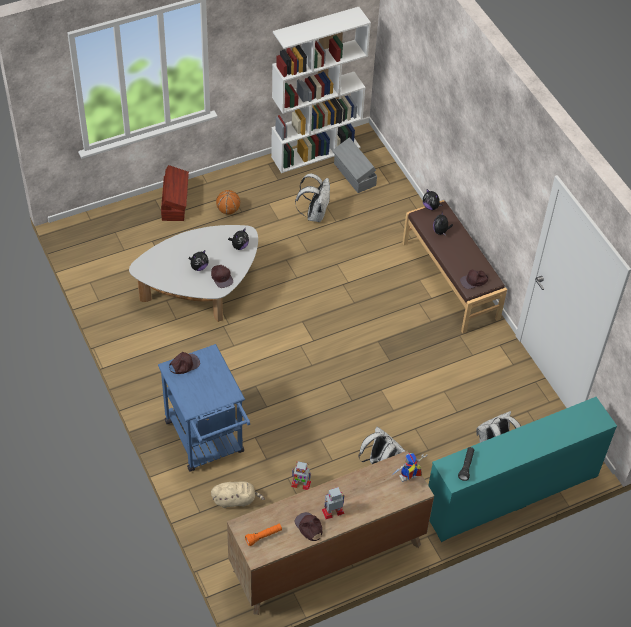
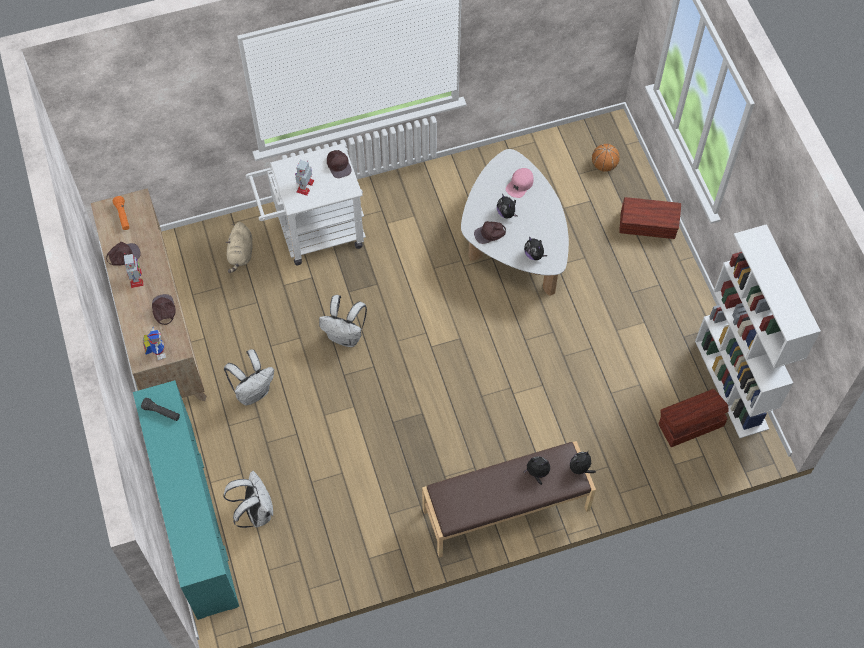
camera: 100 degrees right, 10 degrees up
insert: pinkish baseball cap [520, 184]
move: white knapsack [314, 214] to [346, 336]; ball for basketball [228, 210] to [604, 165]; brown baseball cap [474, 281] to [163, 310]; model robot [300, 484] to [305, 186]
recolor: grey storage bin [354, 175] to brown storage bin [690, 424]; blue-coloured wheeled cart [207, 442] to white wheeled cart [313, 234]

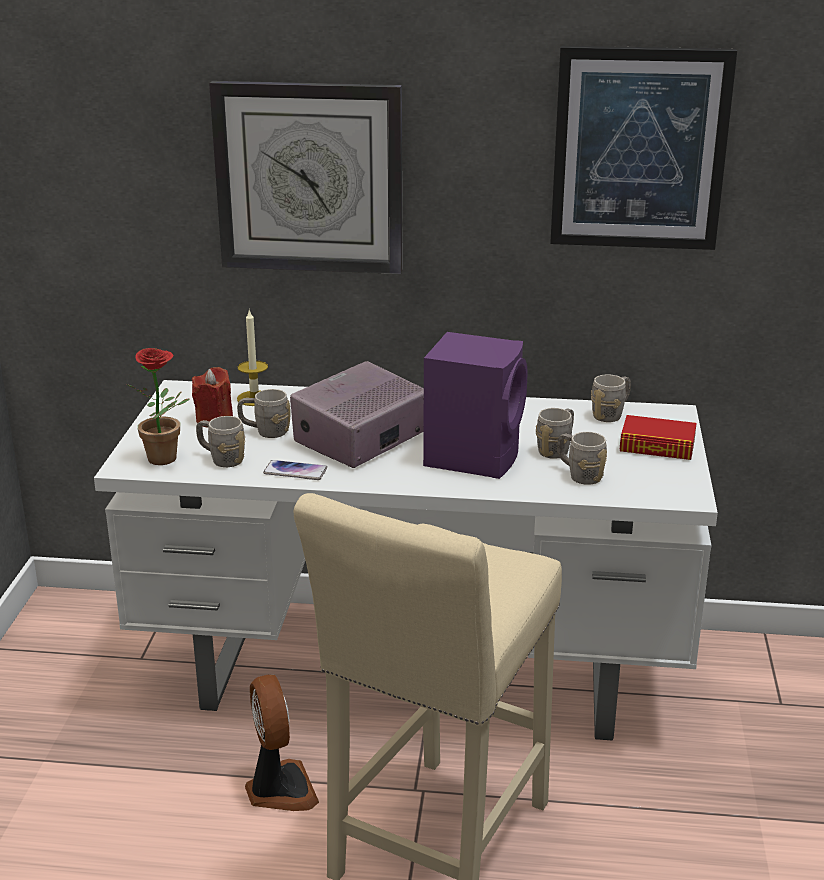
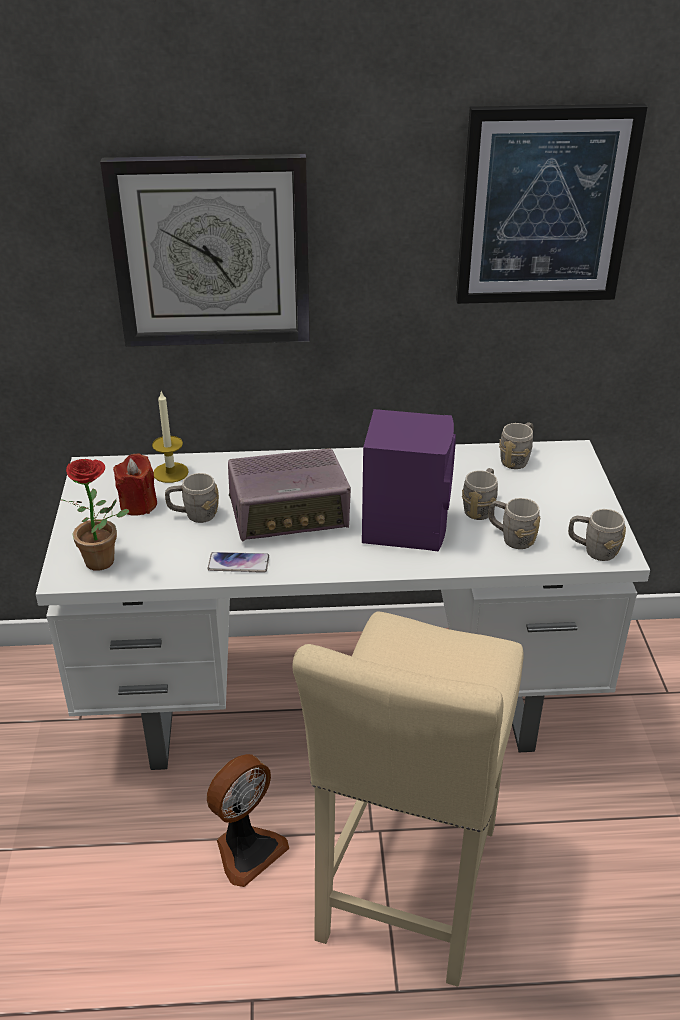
camera: 10 degrees left, 10 degrees up
delete: volume [657, 446]
move: grey coffee mug [221, 459] to [593, 550]
rotate: radio [359, 439] = [289, 514] 135 degrees counterclockwise; cooling fan [279, 789] = [247, 849] 75 degrees clockwise

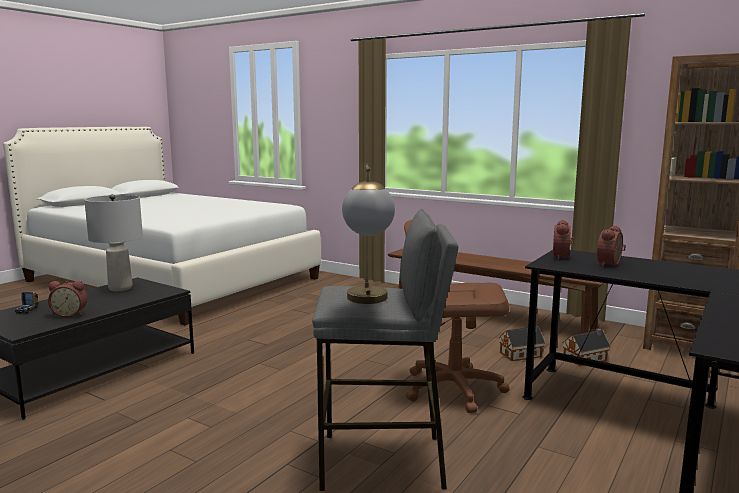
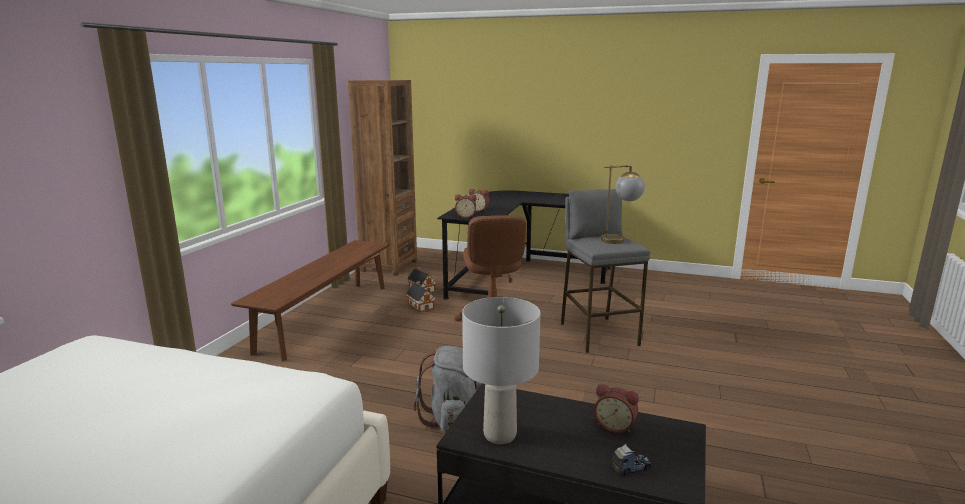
camera: 105 degrees left, 5 degrees up
insert: grey knapsack [453, 420]
rotate: table clock [70, 314] = [615, 426] 135 degrees clockwise

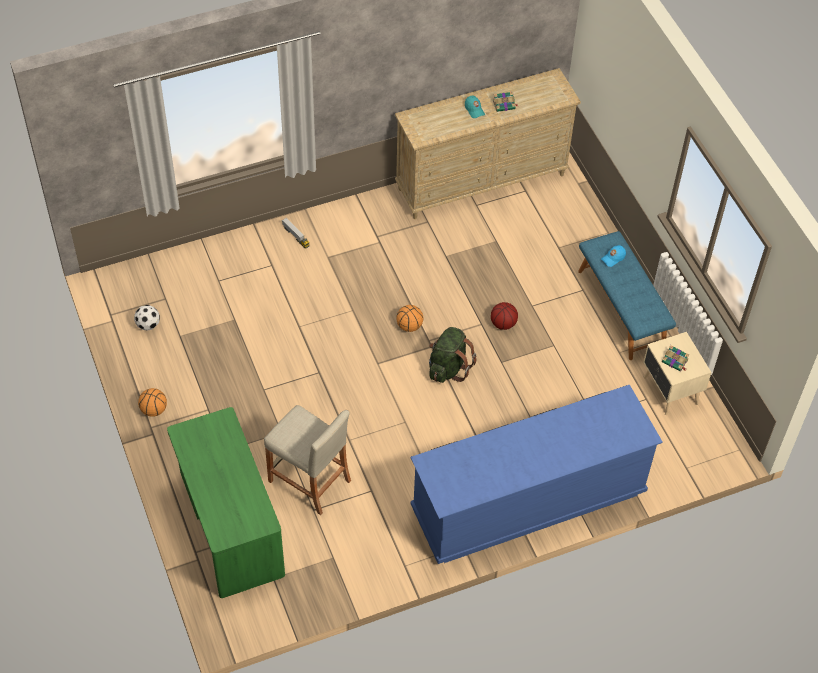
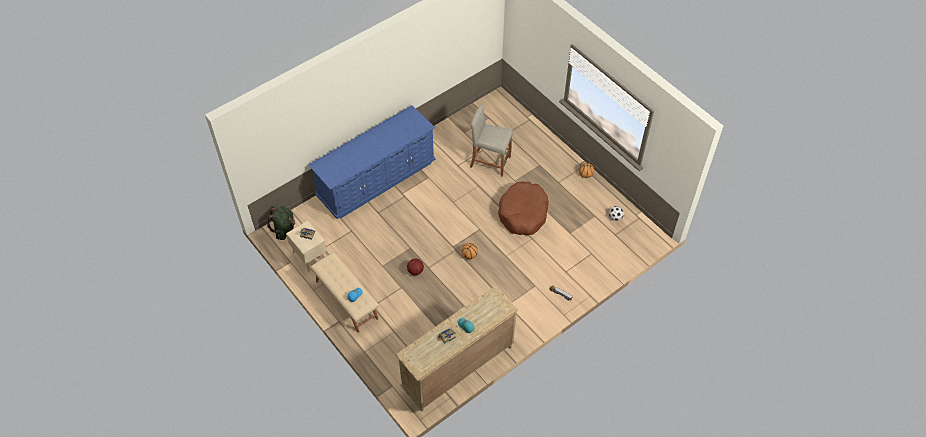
camera: 165 degrees right, 0 degrees up
delete: greenish desk [229, 525]
insert: brown pet bed [523, 213]
move: greenish knapsack [448, 368] to [284, 229]
recolor: blue-coloured long seat [621, 309] to sand-coloured long seat [346, 300]

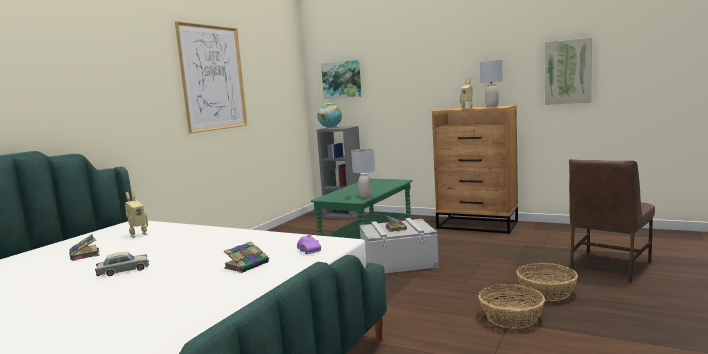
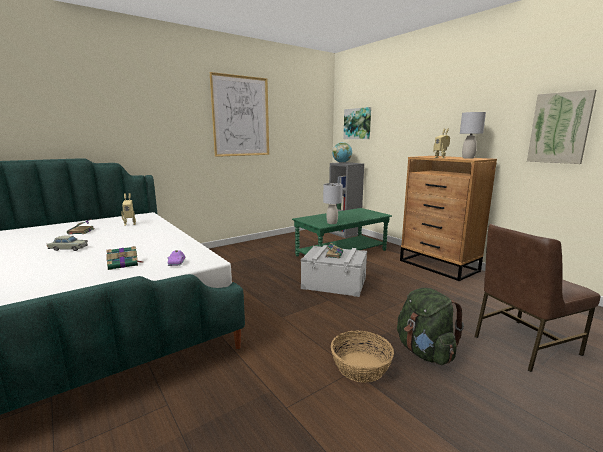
camera: 25 degrees right, 5 degrees up
replace: basket [547, 292] to greenish knapsack [425, 352]

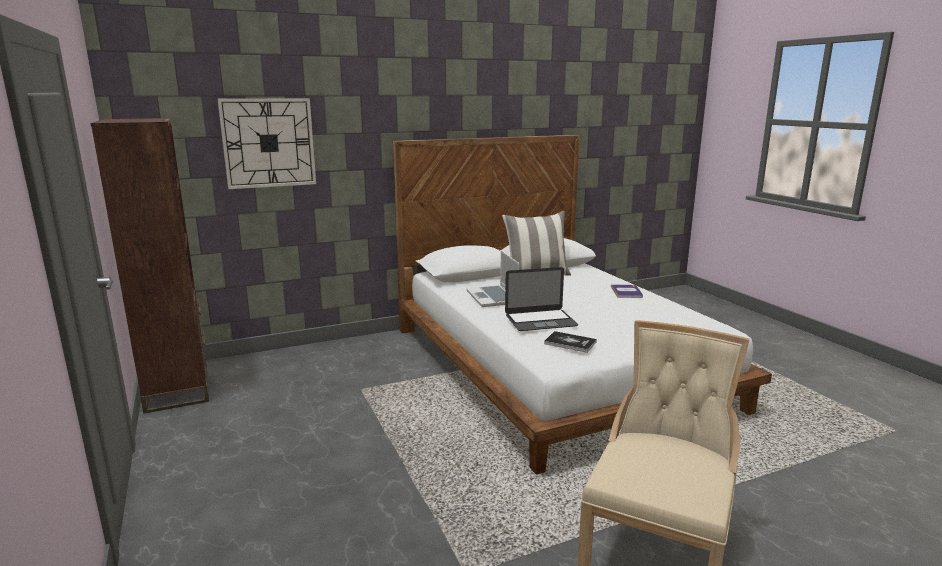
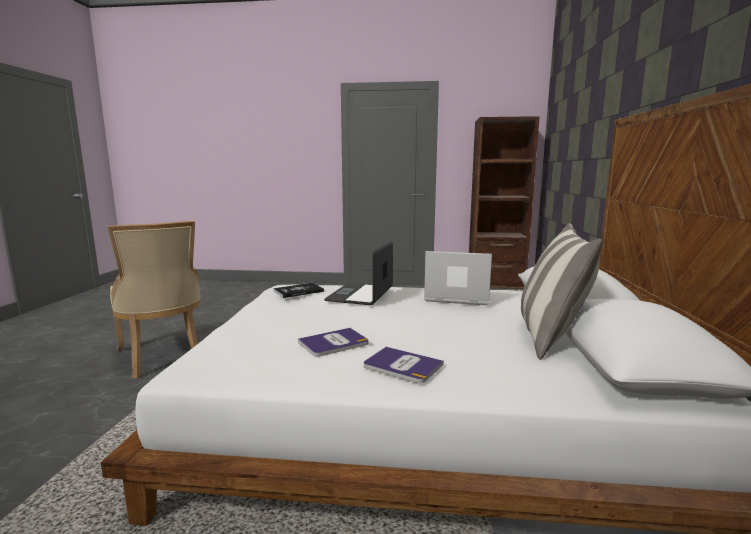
camera: 120 degrees right, 5 degrees down
delete: wall clock [268, 143]
insert: volume [334, 343]

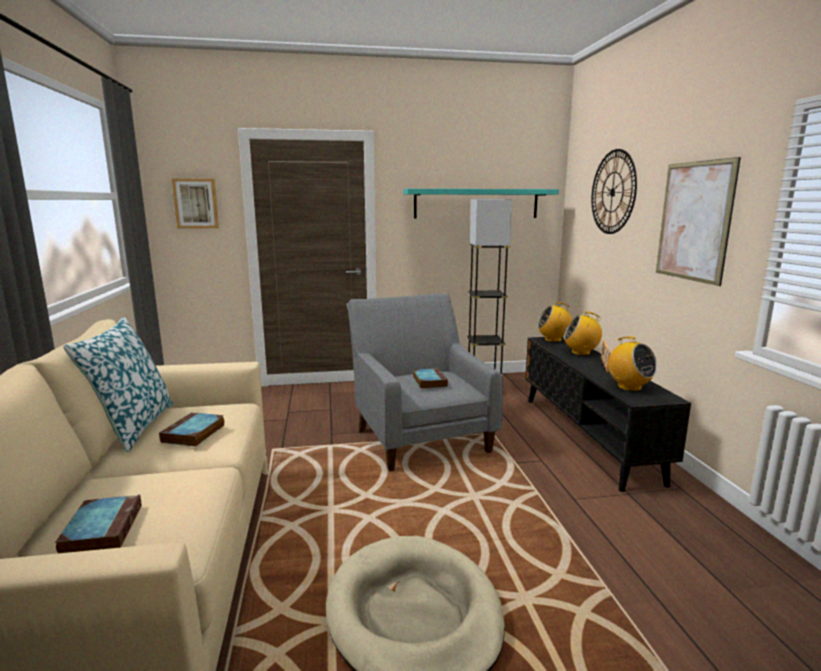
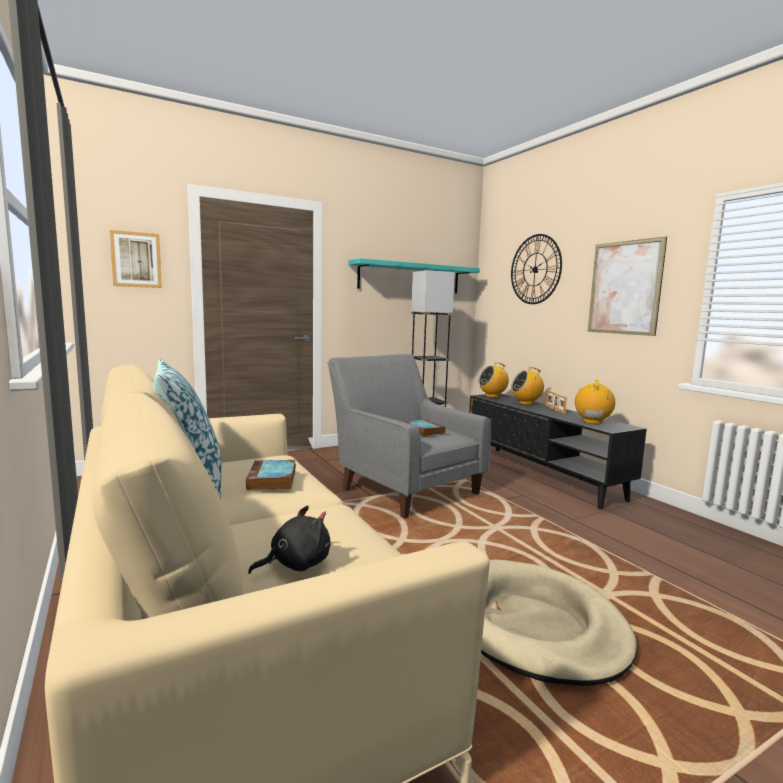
camera: 20 degrees left, 5 degrees down
replace: volume [102, 529] to black-coloured cuddly toy [296, 564]
rotate: radio [629, 387] = [592, 422] 105 degrees counterclockwise

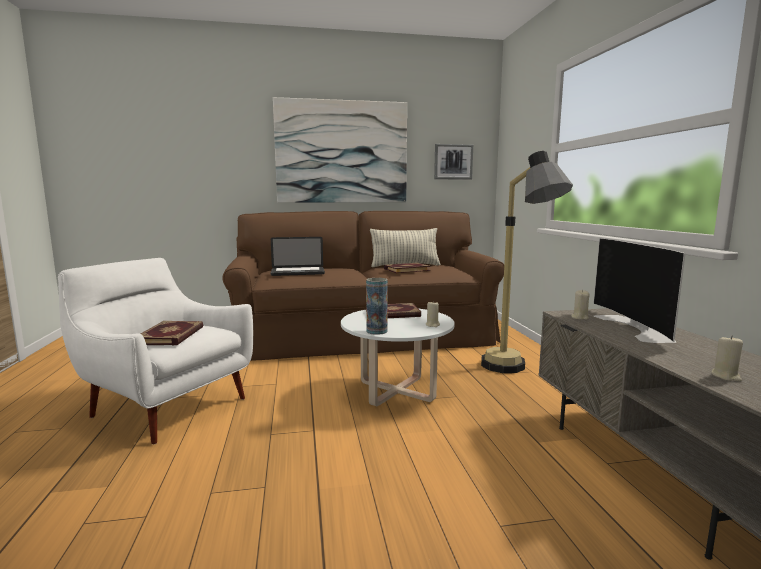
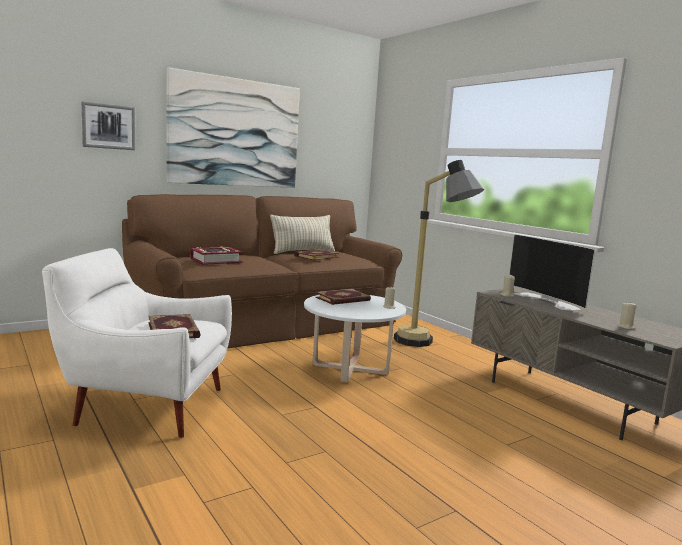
camera: 25 degrees left, 0 degrees up
delete: vase [377, 331]
move: wall art [453, 162] to [108, 126]
replace: portable computer [297, 272] to volume [216, 260]

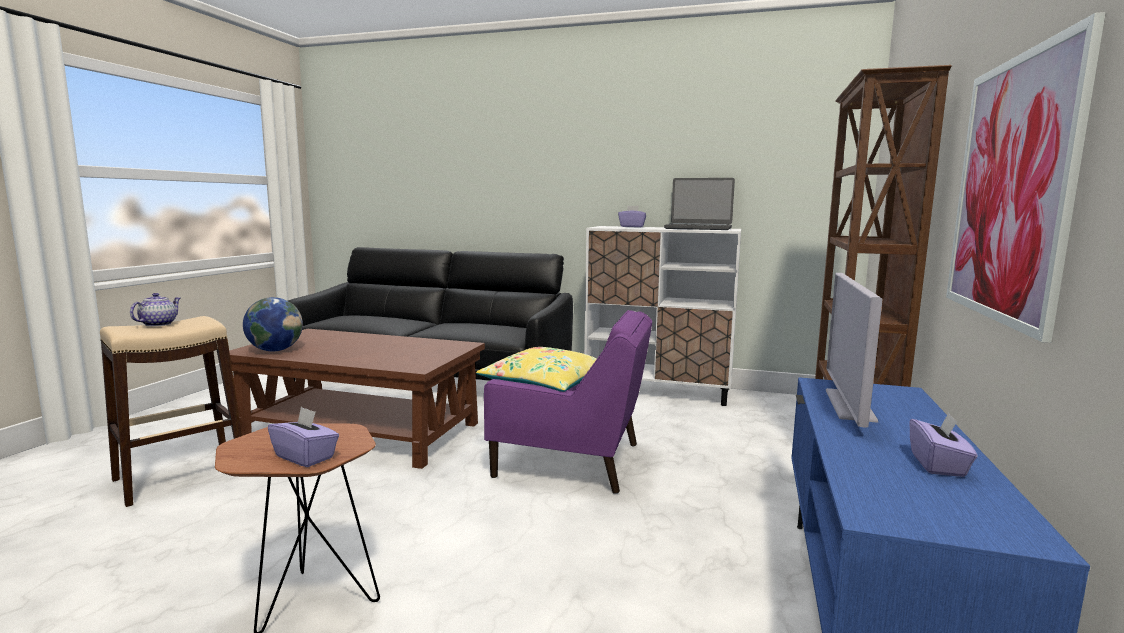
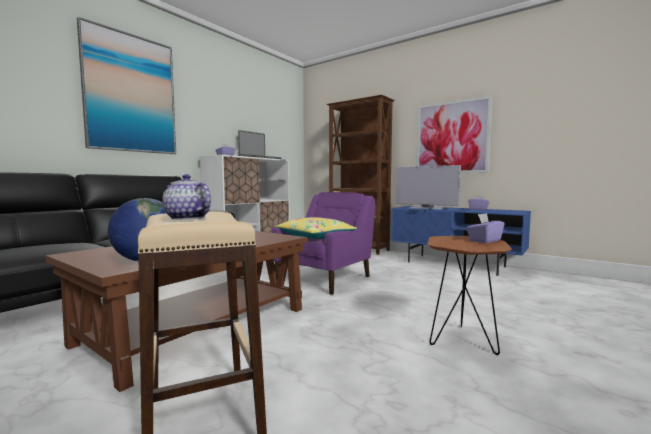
camera: 70 degrees left, 5 degrees down
insert: wall art [131, 94]

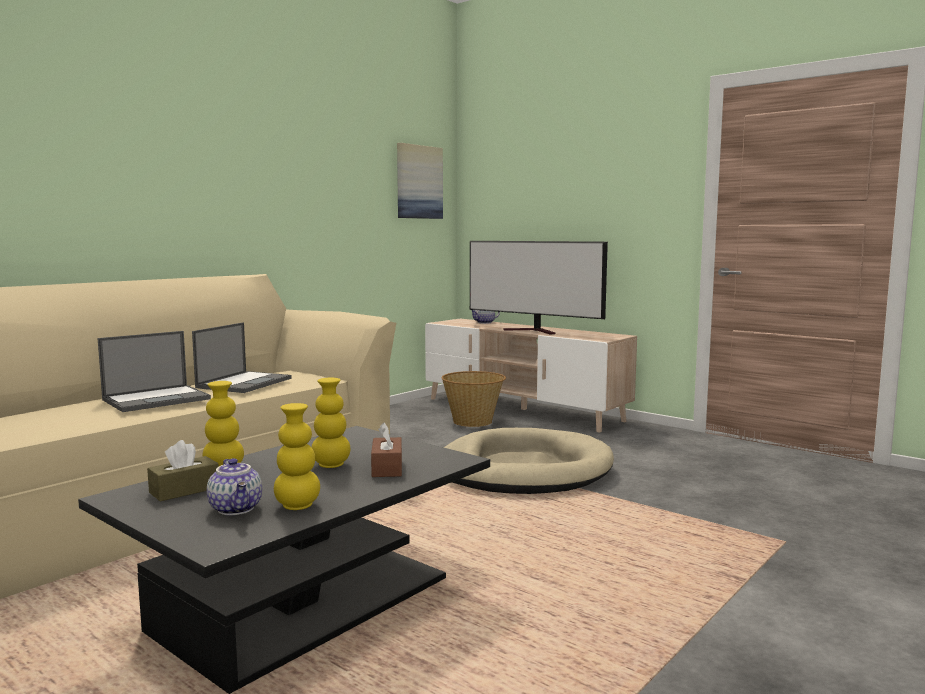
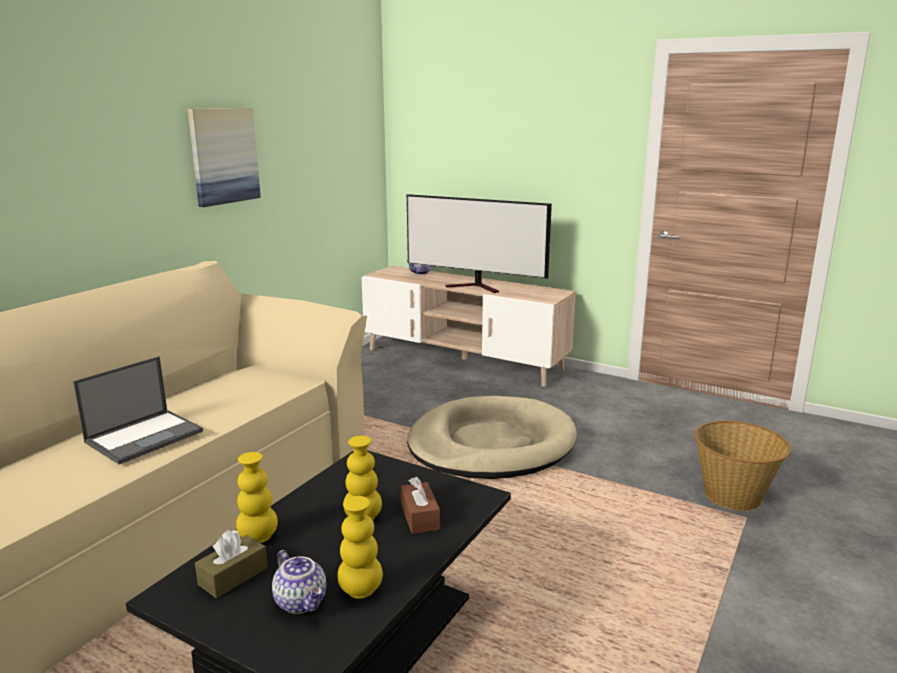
camera: 10 degrees left, 10 degrees up
delete: portable computer [245, 383]
move: wall art [419, 182] to [224, 156]; basket [473, 421] to [733, 496]

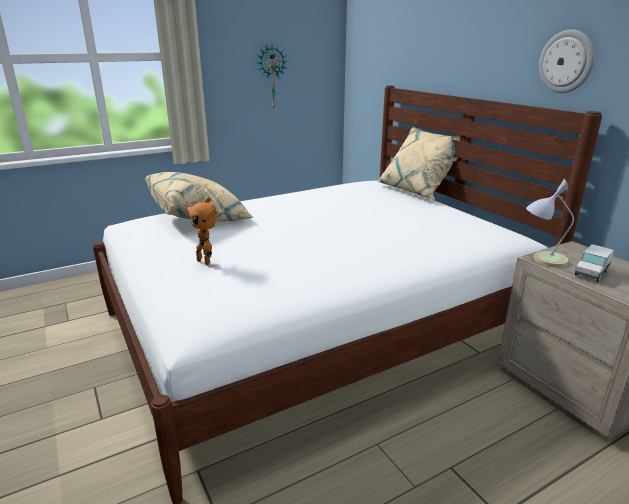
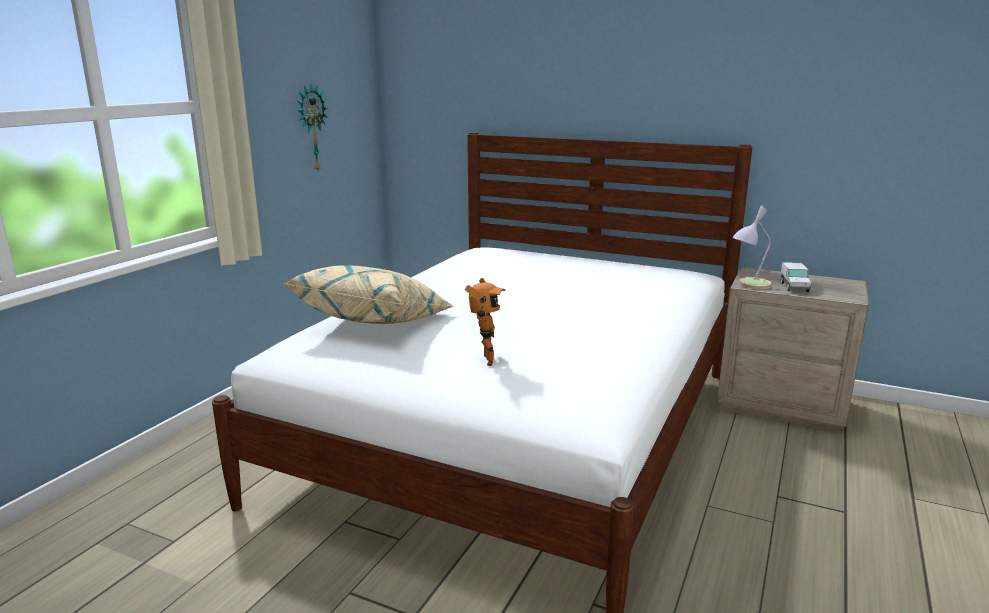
camera: 35 degrees left, 5 degrees down
delete: wall clock [566, 62]; sand-coloured throw pillow [418, 191]
rotate: model robot [205, 261] = [484, 361] 105 degrees counterclockwise

